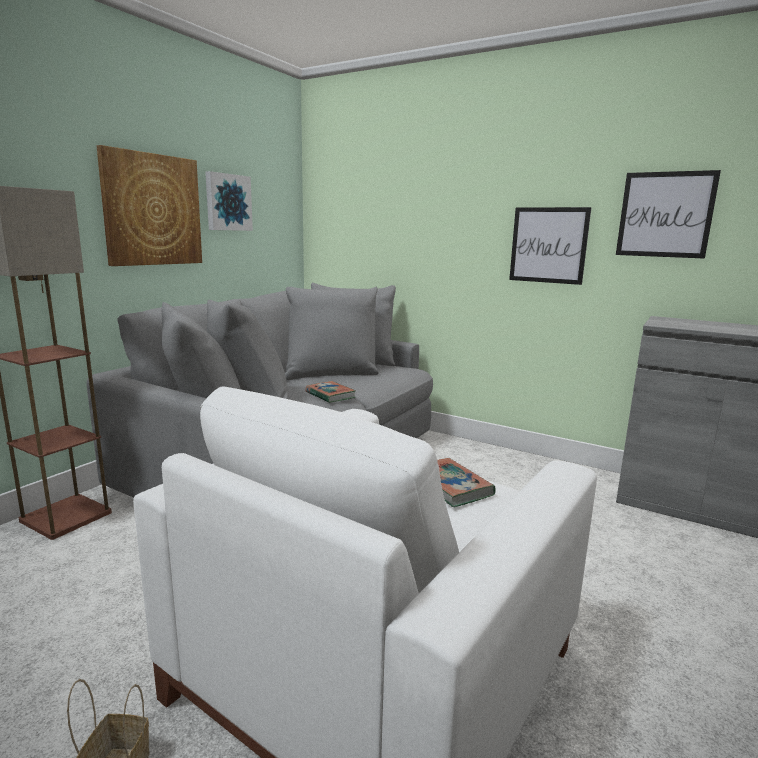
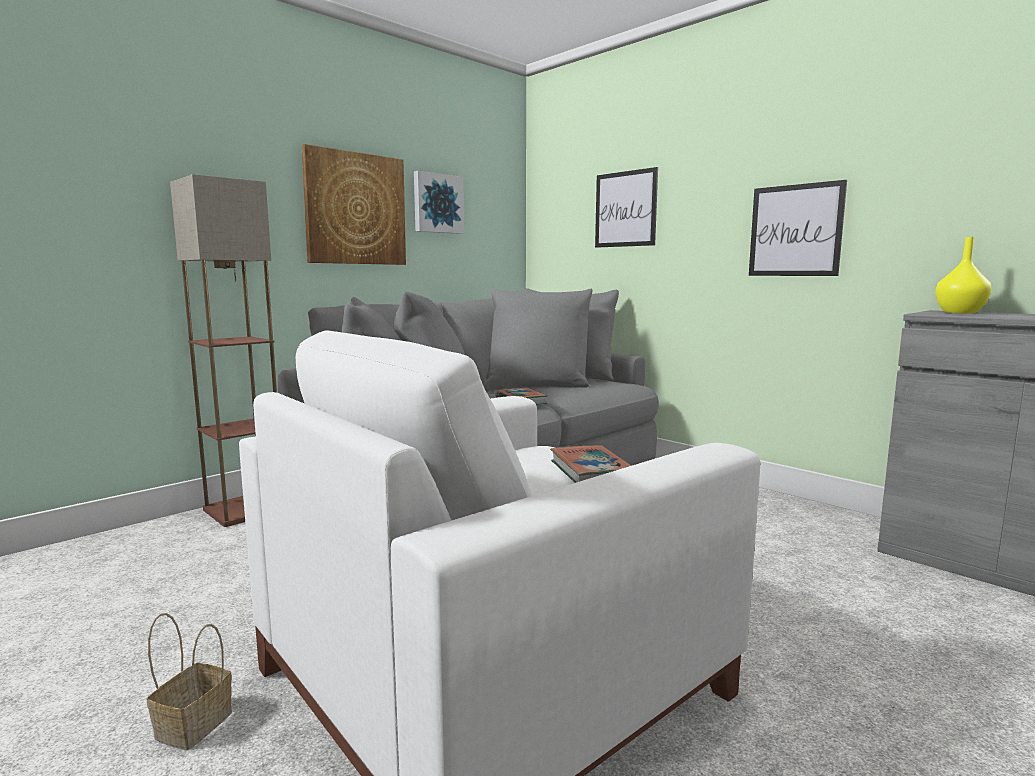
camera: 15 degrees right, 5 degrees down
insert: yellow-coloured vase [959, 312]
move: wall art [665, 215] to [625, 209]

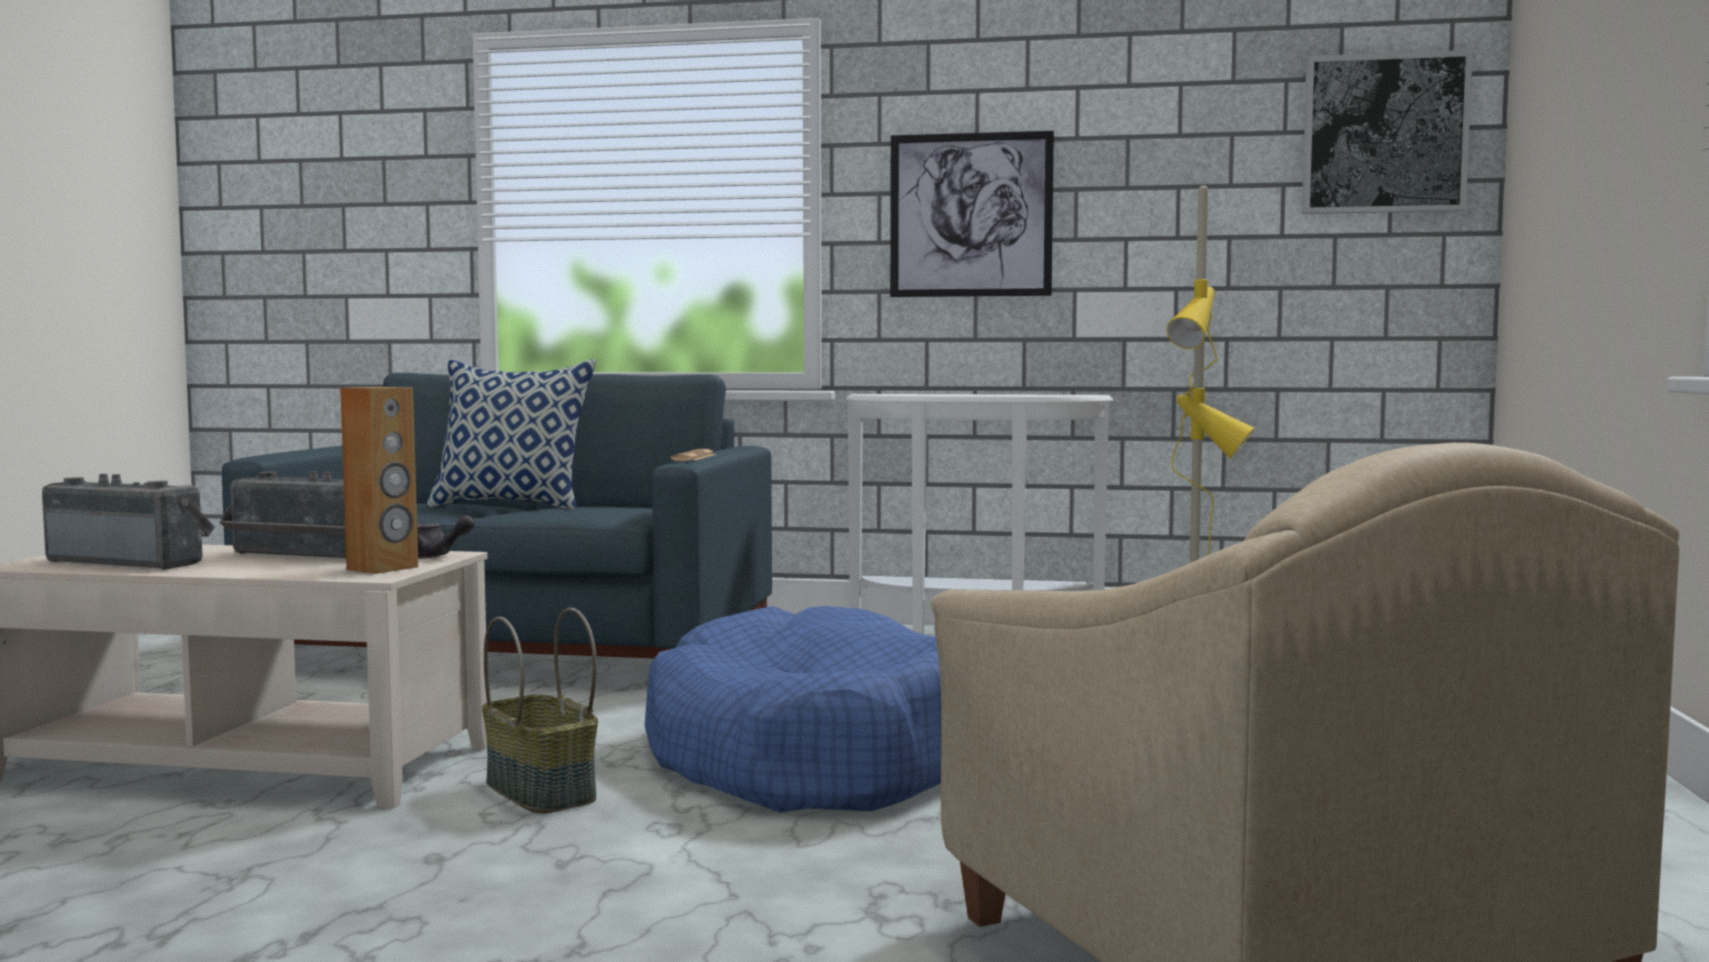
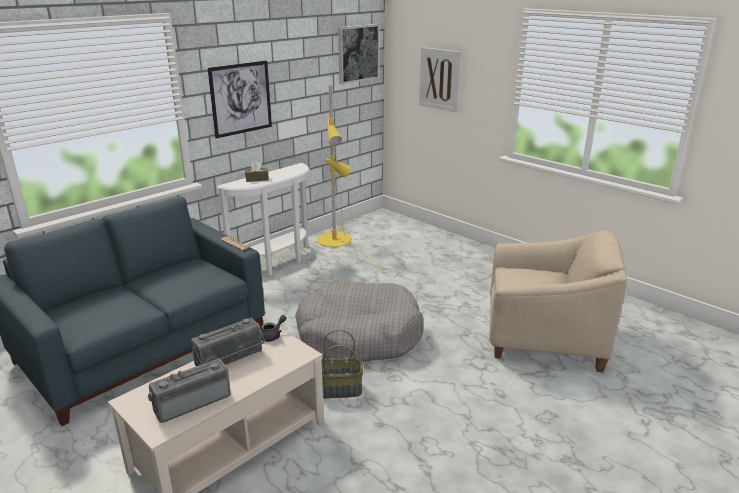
camera: 55 degrees left, 20 degrees up
delete: throw pillow [512, 506]; brown audio speaker [383, 568]
insert: wall art [439, 79]; brown tissue box [257, 179]
recolor: blue-coloured pet bed [808, 756] to grey pet bed [359, 335]

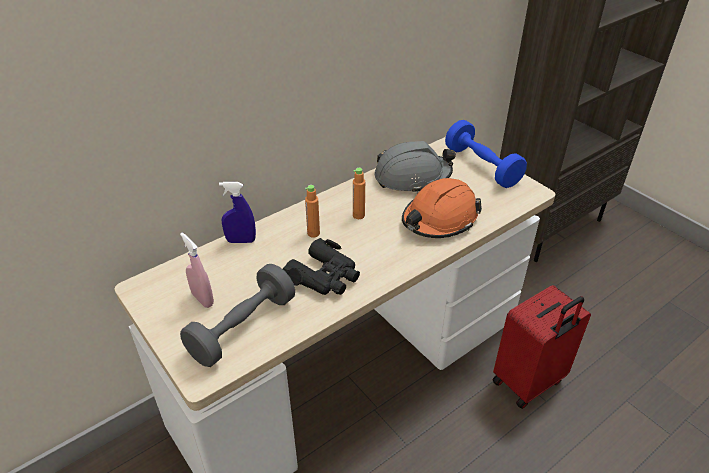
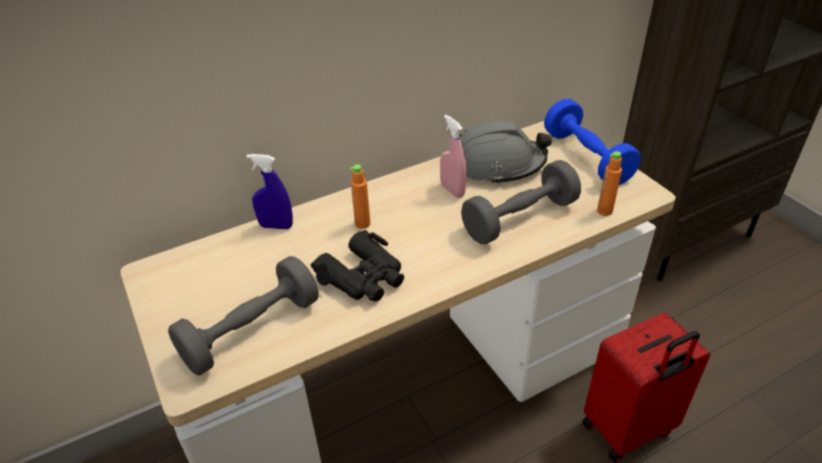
camera: 10 degrees right, 0 degrees up
move: orangey bottle [358, 215] to [604, 211]; pinkish hand sprayer [202, 299] to [452, 190]
replace: orangey hard hat [439, 219] to grey dumbbell [520, 219]

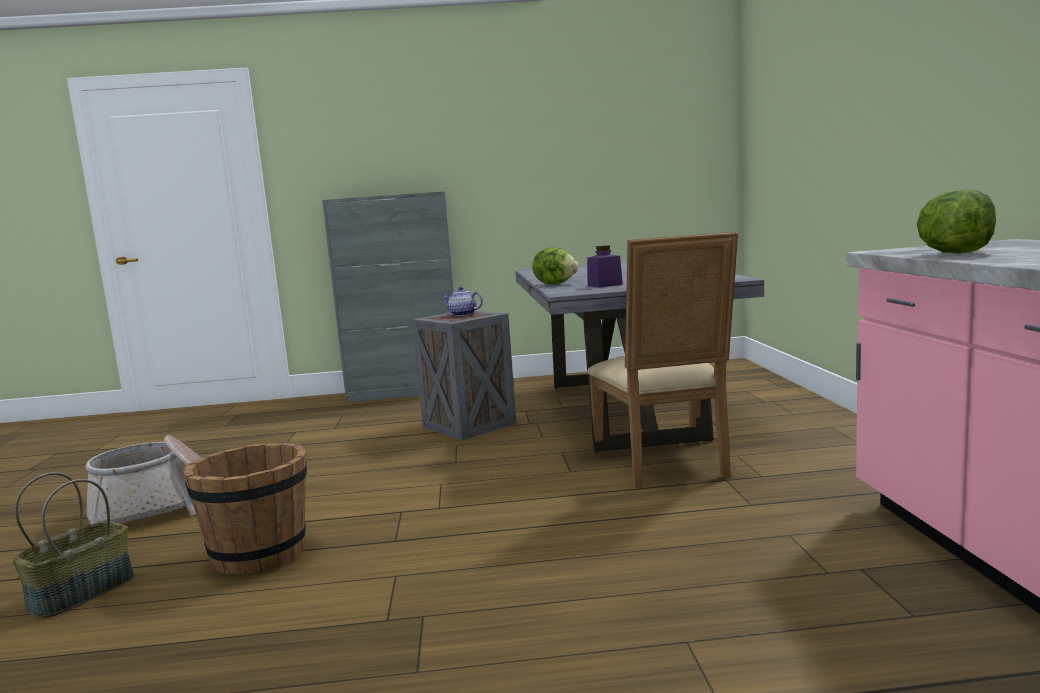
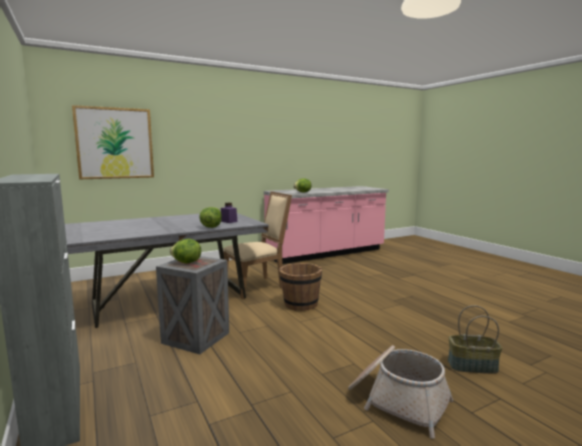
camera: 115 degrees left, 0 degrees up
insert: wall art [115, 143]
move: brown bucket [259, 554] to [300, 304]
replace: teapot [462, 314] to head of lettuce [186, 263]

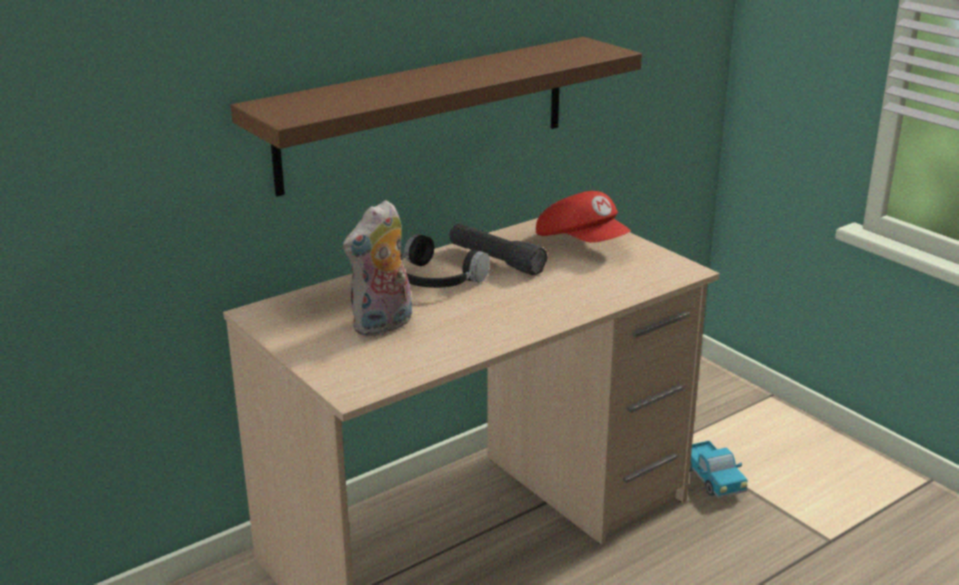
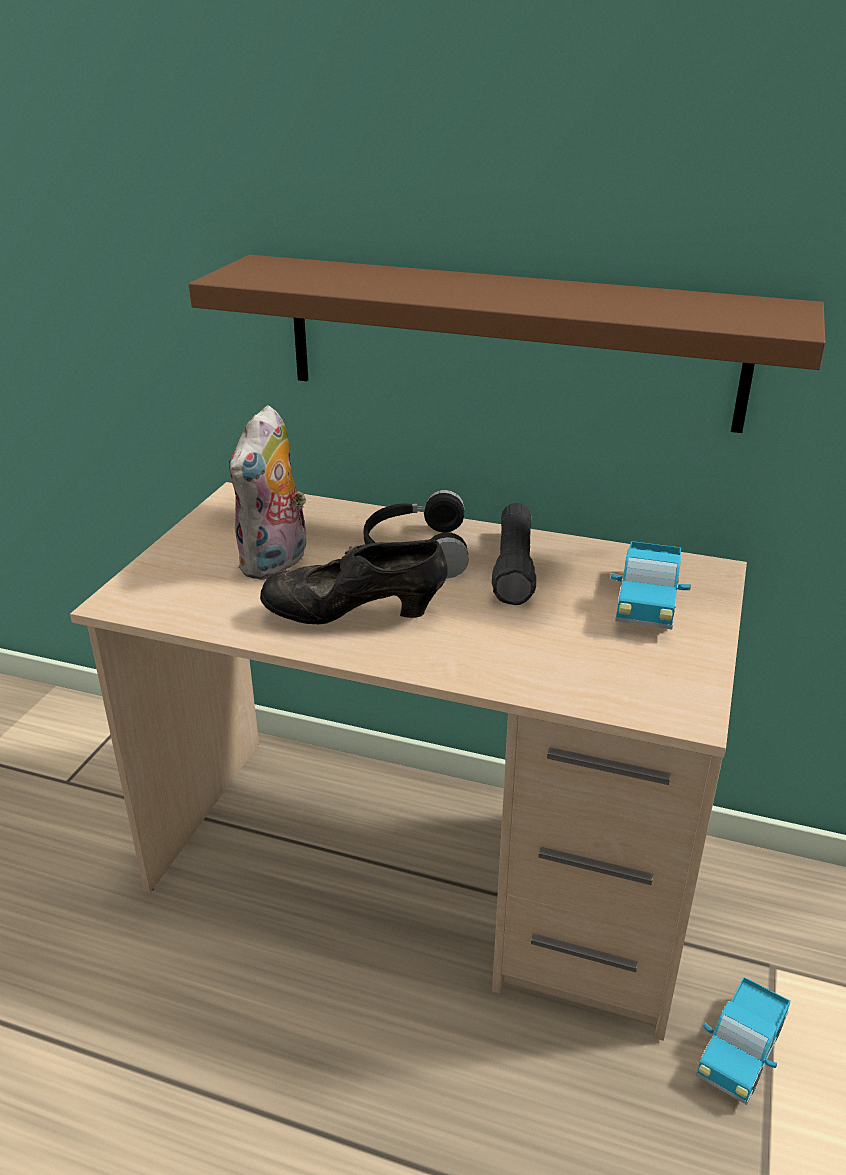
camera: 55 degrees right, 5 degrees up
insert: black-coloured shoe [354, 616]
replace: red baseball cap [582, 243] to model truck [647, 604]
rotate: cuddly toy [383, 326] = [276, 564] 75 degrees counterclockwise

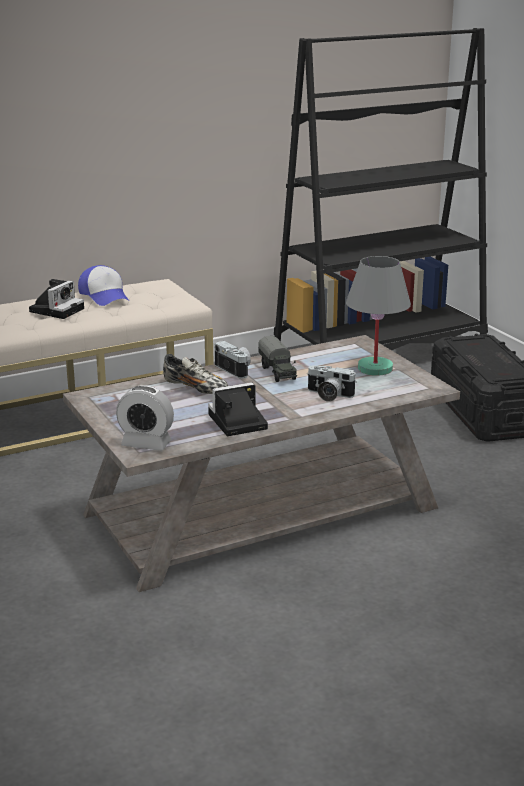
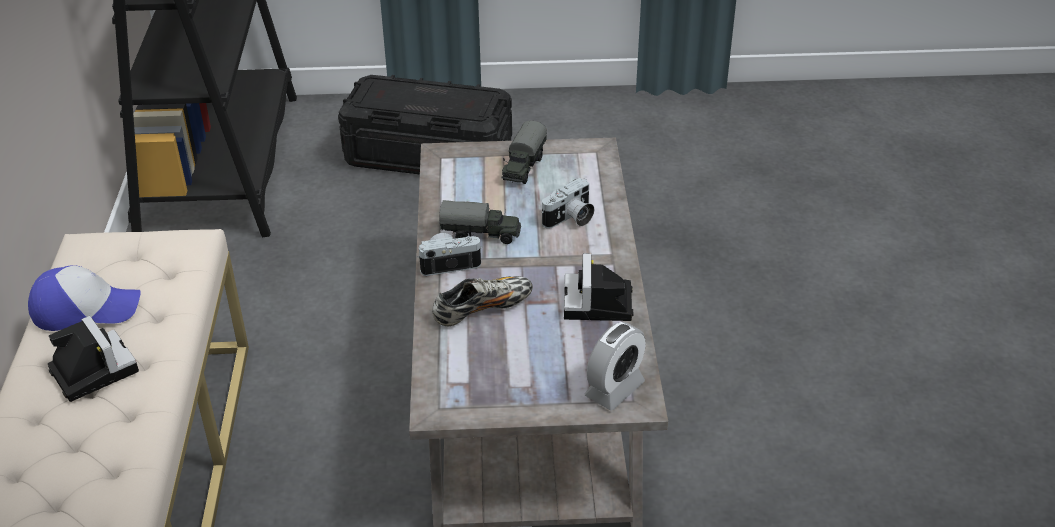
camera: 65 degrees left, 15 degrees up
replace: grey tabletop lamp [375, 369] to model truck [523, 167]

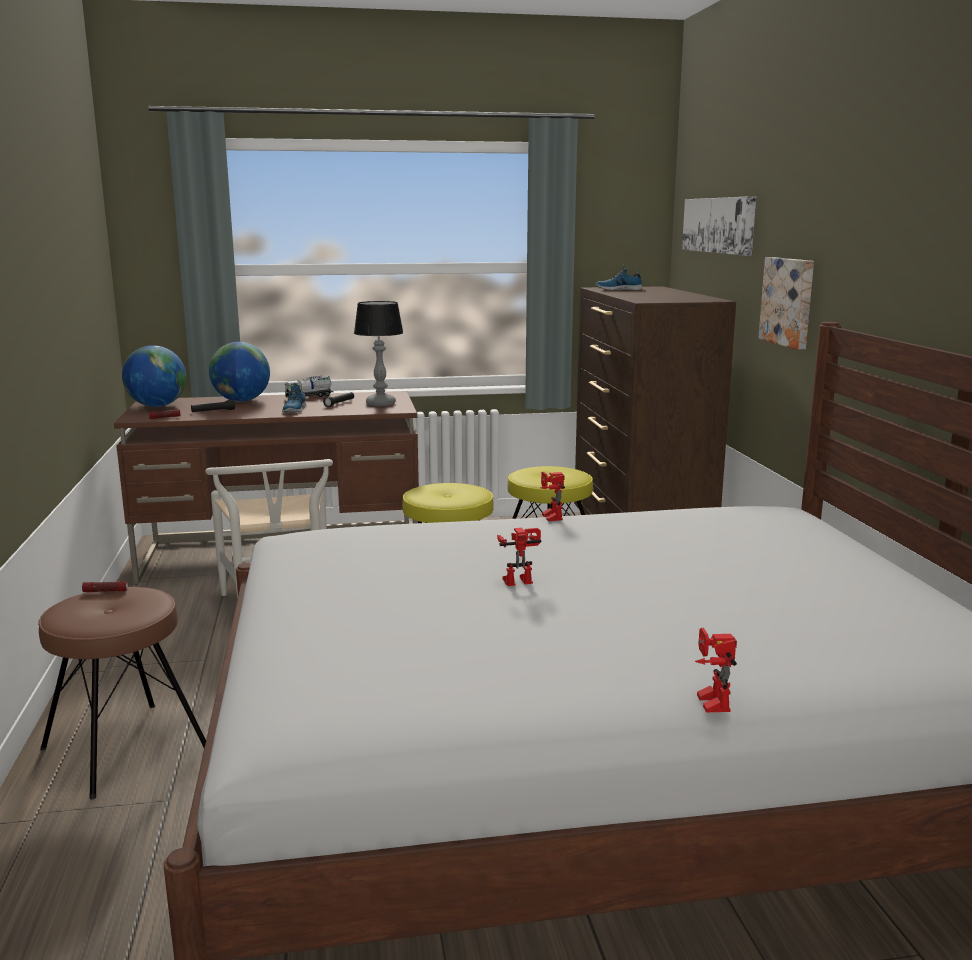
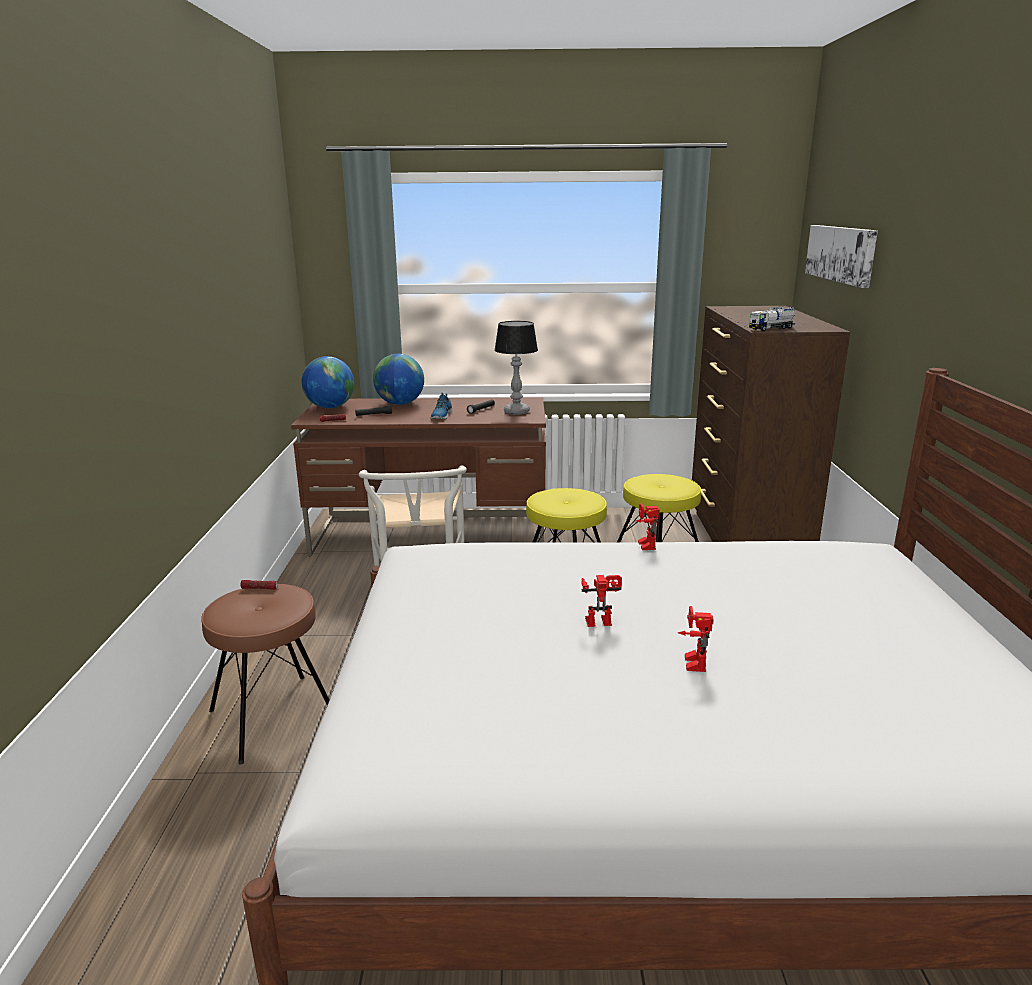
camera: 10 degrees right, 5 degrees up
delete: wall art [789, 301]; shoe [618, 289]
move: model truck [309, 397] to [771, 328]; model robot [707, 701] to [690, 662]

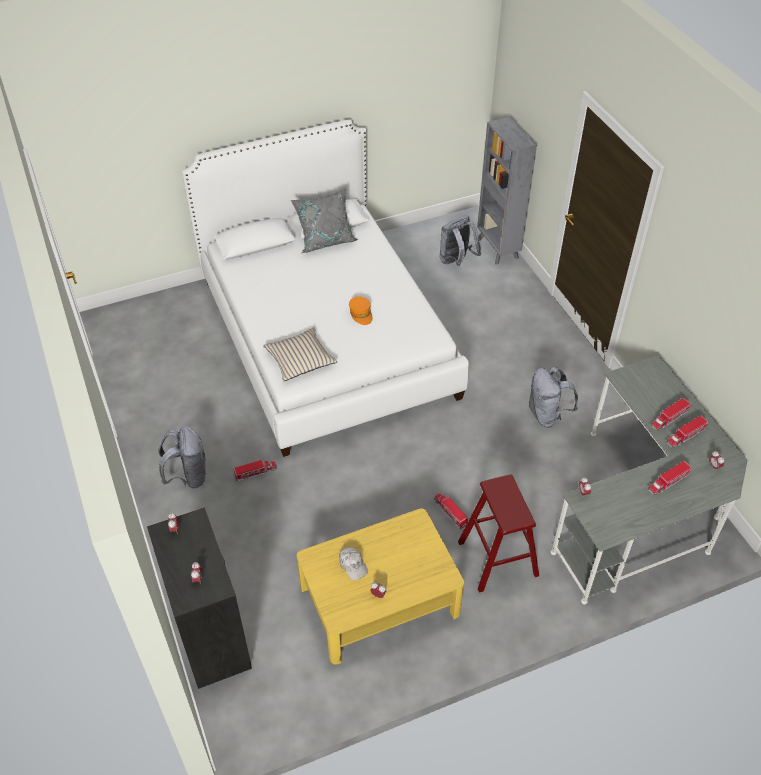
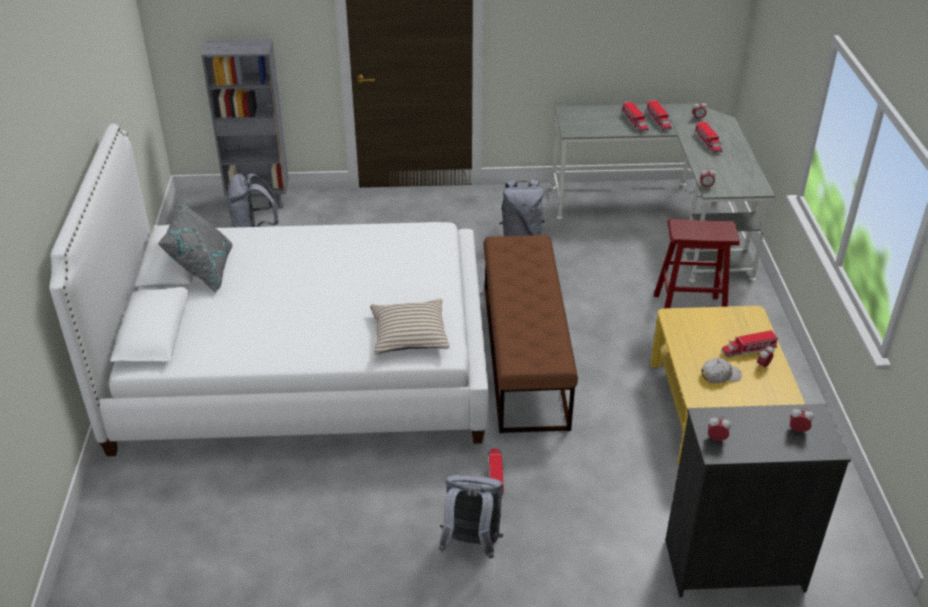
camera: 70 degrees left, 10 degrees down
delete: orangey baseball cap [361, 314]
insert: brown long seat [524, 354]
move: model truck [450, 512] to [748, 350]

